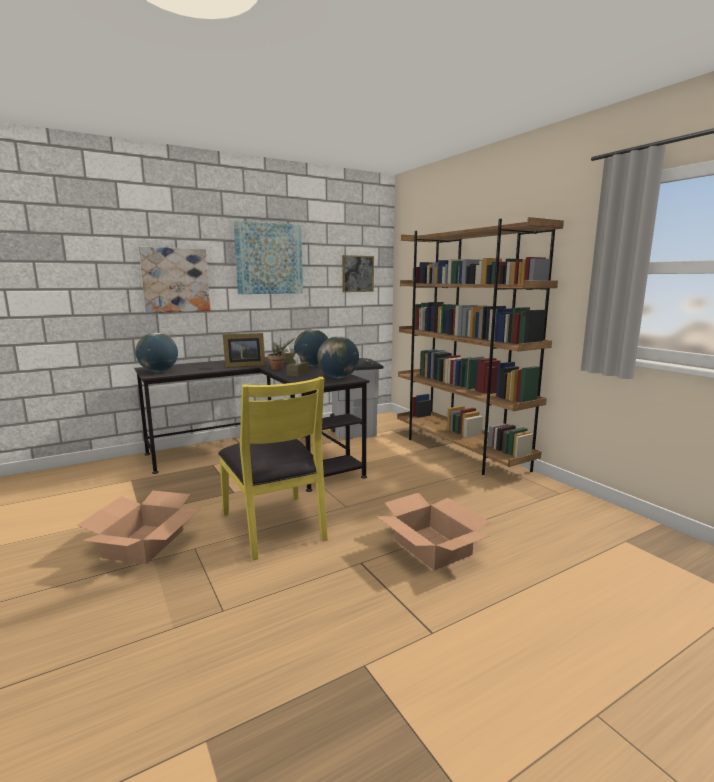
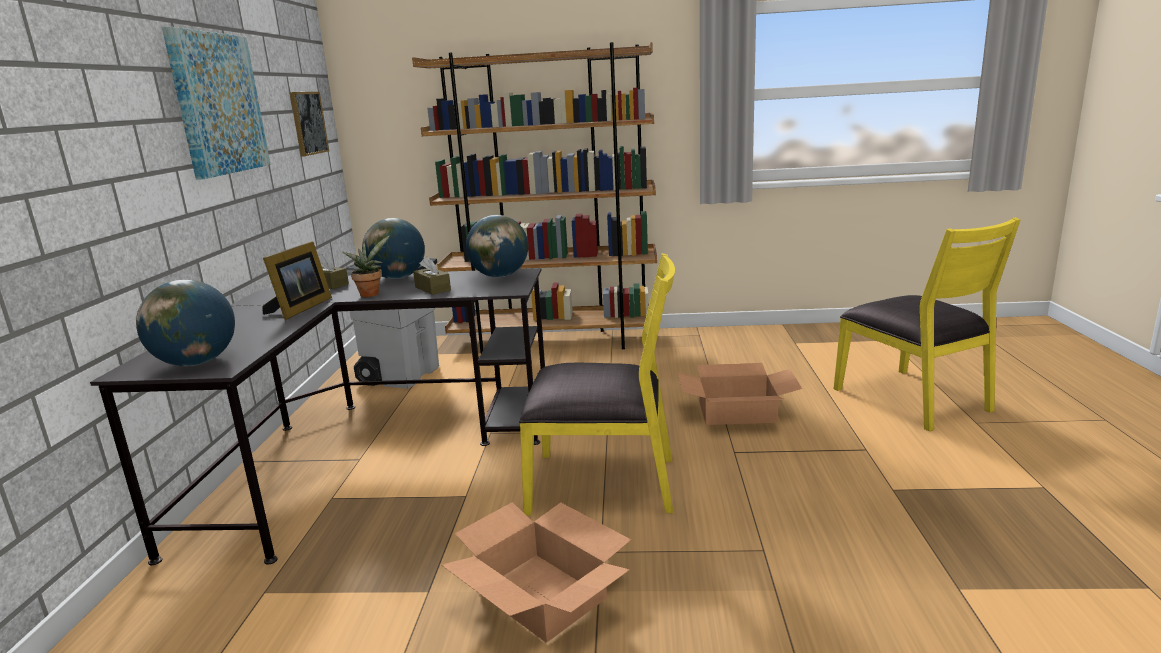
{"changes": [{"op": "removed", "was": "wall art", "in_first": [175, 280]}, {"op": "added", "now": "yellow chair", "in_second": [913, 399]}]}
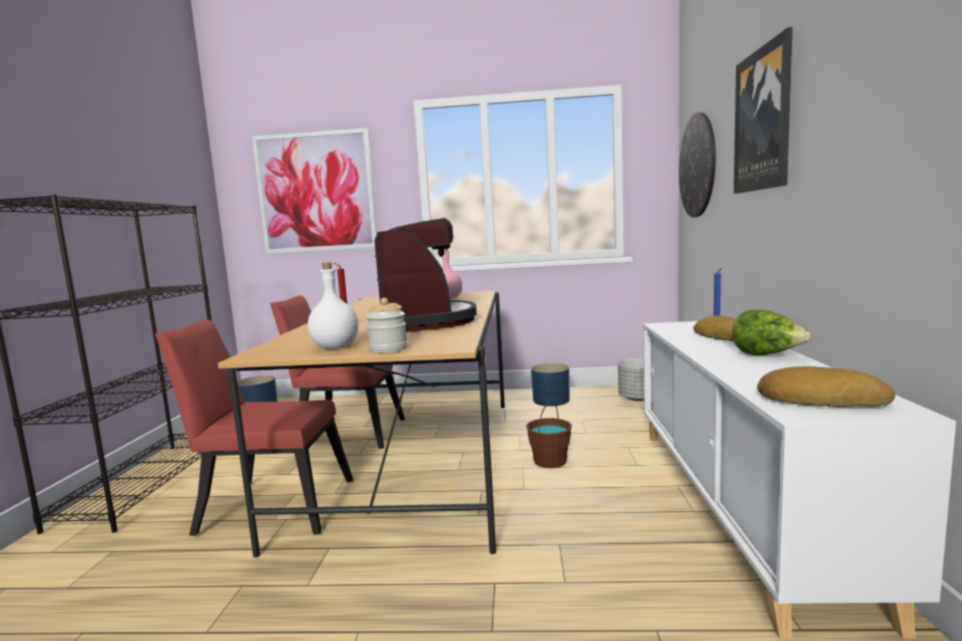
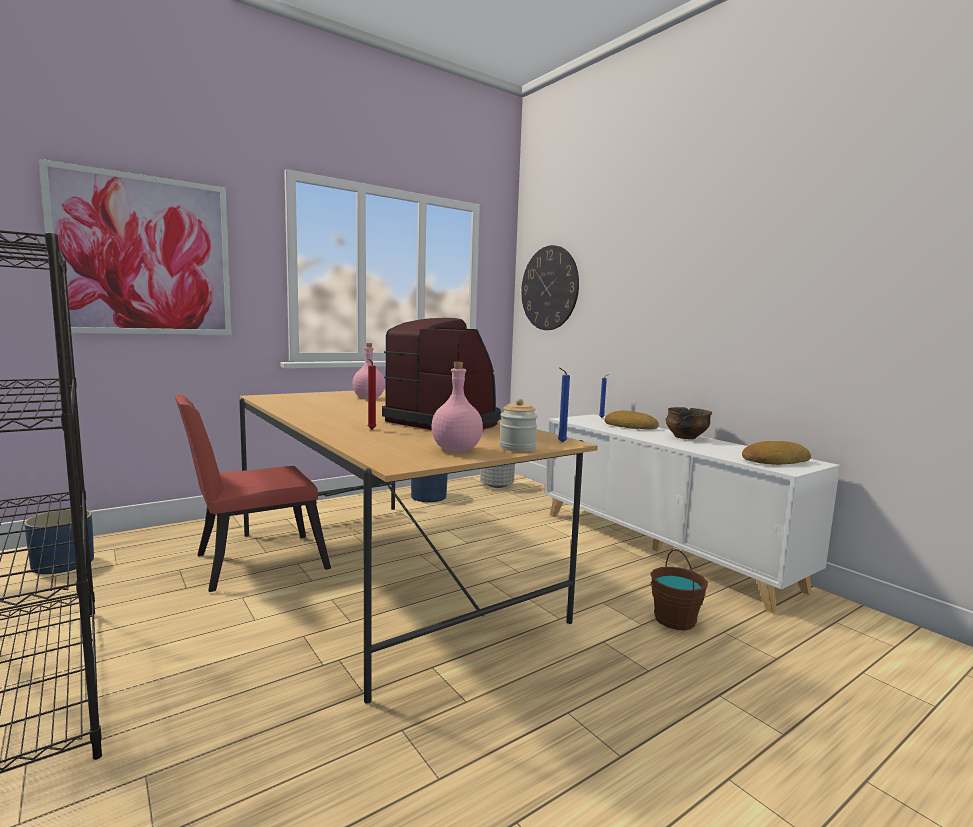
{"changes": [{"op": "removed", "was": "red chair", "in_first": [269, 505]}, {"op": "recoloured", "was": "whitish drink bottle", "now": "pinkish drink bottle", "in_first": [335, 347], "in_second": [455, 450]}, {"op": "moved", "was": "brownish pail", "in_first": [550, 461], "in_second": [675, 620]}, {"op": "replaced", "was": "lettuce", "now": "deep dish", "in_first": [766, 355], "in_second": [685, 437]}, {"op": "removed", "was": "wall art", "in_first": [763, 120]}, {"op": "added", "now": "blue wax light", "in_second": [560, 442]}]}
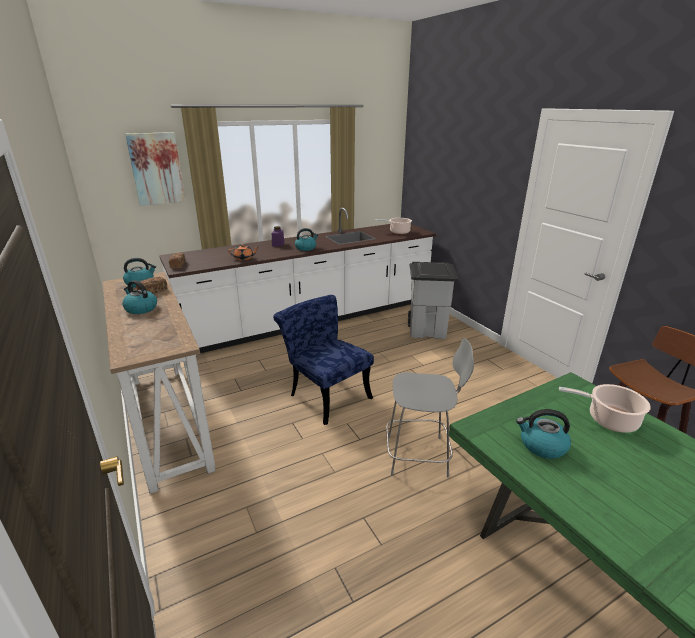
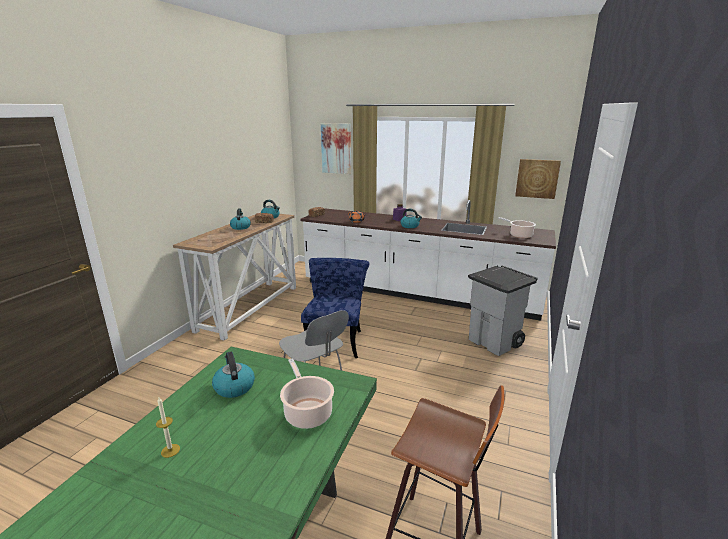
{"changes": [{"op": "added", "now": "wax light", "in_second": [170, 450]}, {"op": "added", "now": "wall art", "in_second": [537, 178]}]}
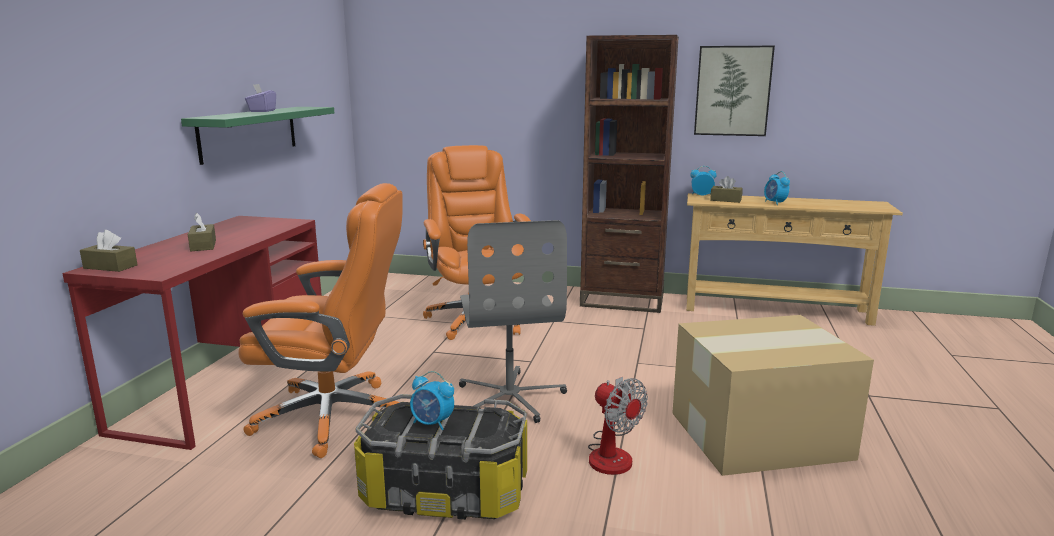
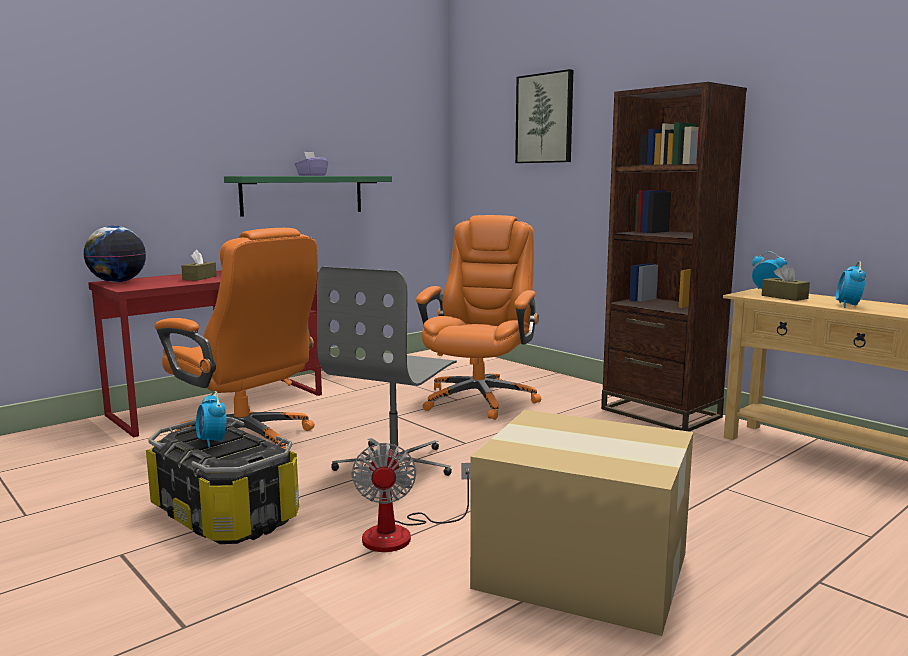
{"changes": [{"op": "replaced", "was": "brownish box of tissues", "now": "world globe", "in_first": [110, 267], "in_second": [117, 282]}, {"op": "moved", "was": "wall art", "in_first": [732, 91], "in_second": [545, 118]}]}
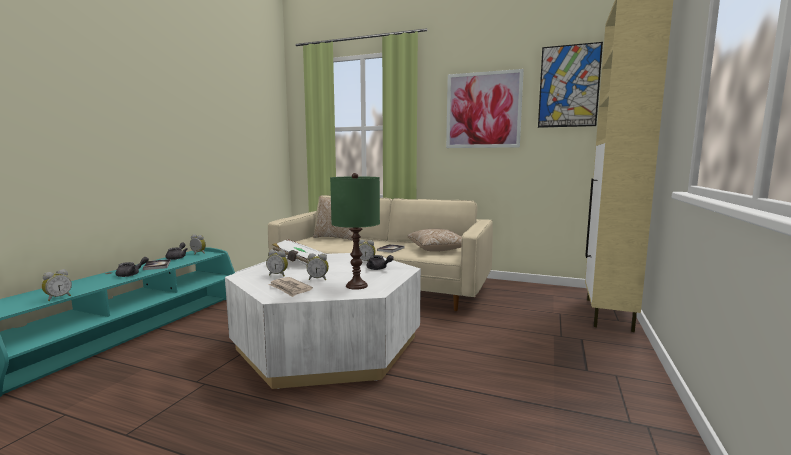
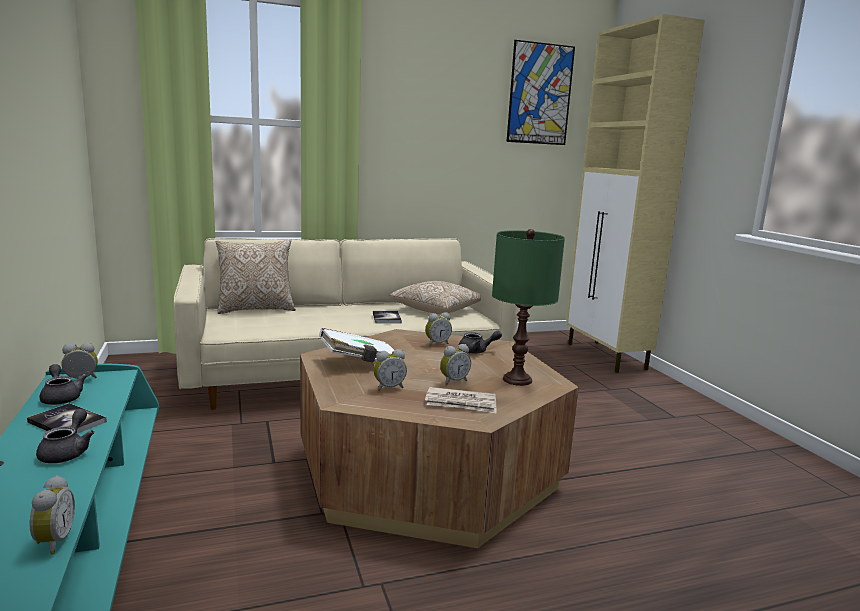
{"changes": [{"op": "recoloured", "was": "whitish coffee table", "now": "brownish coffee table", "in_first": [328, 344], "in_second": [428, 470]}, {"op": "removed", "was": "wall art", "in_first": [483, 110]}]}
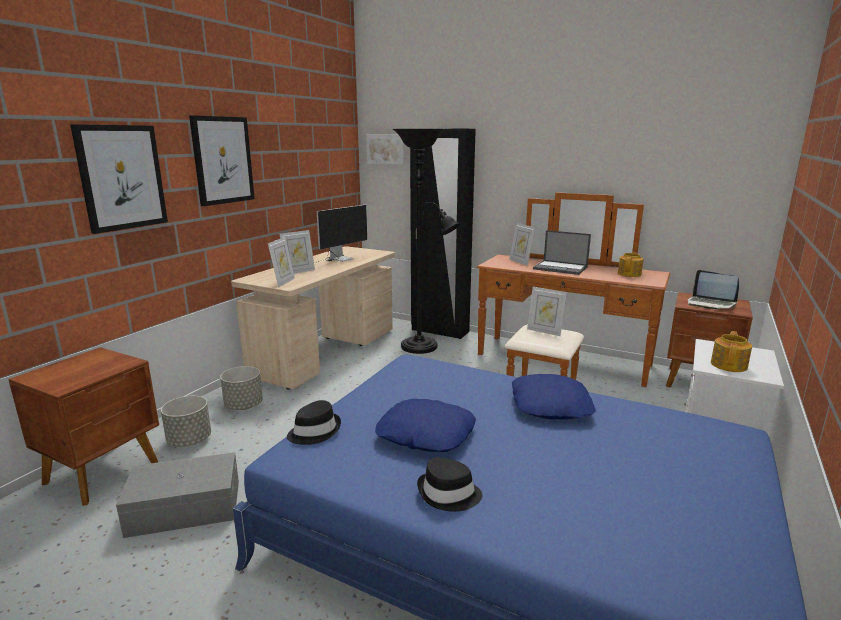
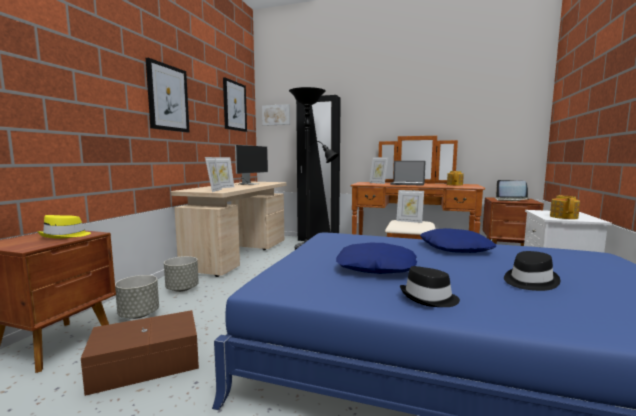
{"changes": [{"op": "moved", "was": "wall art", "in_first": [121, 177], "in_second": [234, 106]}, {"op": "recoloured", "was": "greyish storage bin", "now": "brownish storage bin", "in_first": [184, 507], "in_second": [145, 363]}, {"op": "moved", "was": "black hat", "in_first": [314, 431], "in_second": [529, 281]}, {"op": "added", "now": "yellow hat", "in_second": [65, 236]}]}
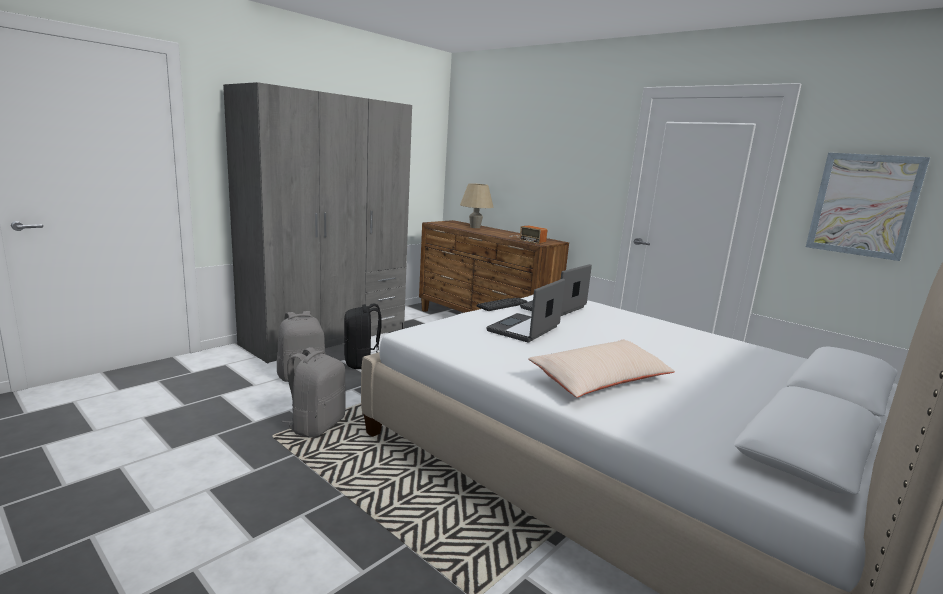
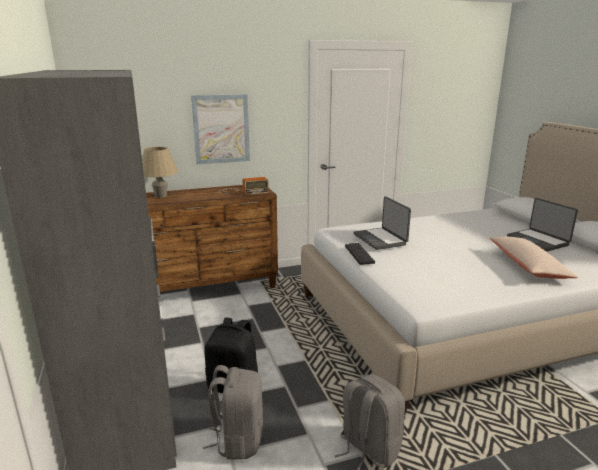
{"changes": [{"op": "moved", "was": "laptop", "in_first": [524, 329], "in_second": [538, 240]}, {"op": "moved", "was": "wall art", "in_first": [863, 205], "in_second": [221, 129]}]}
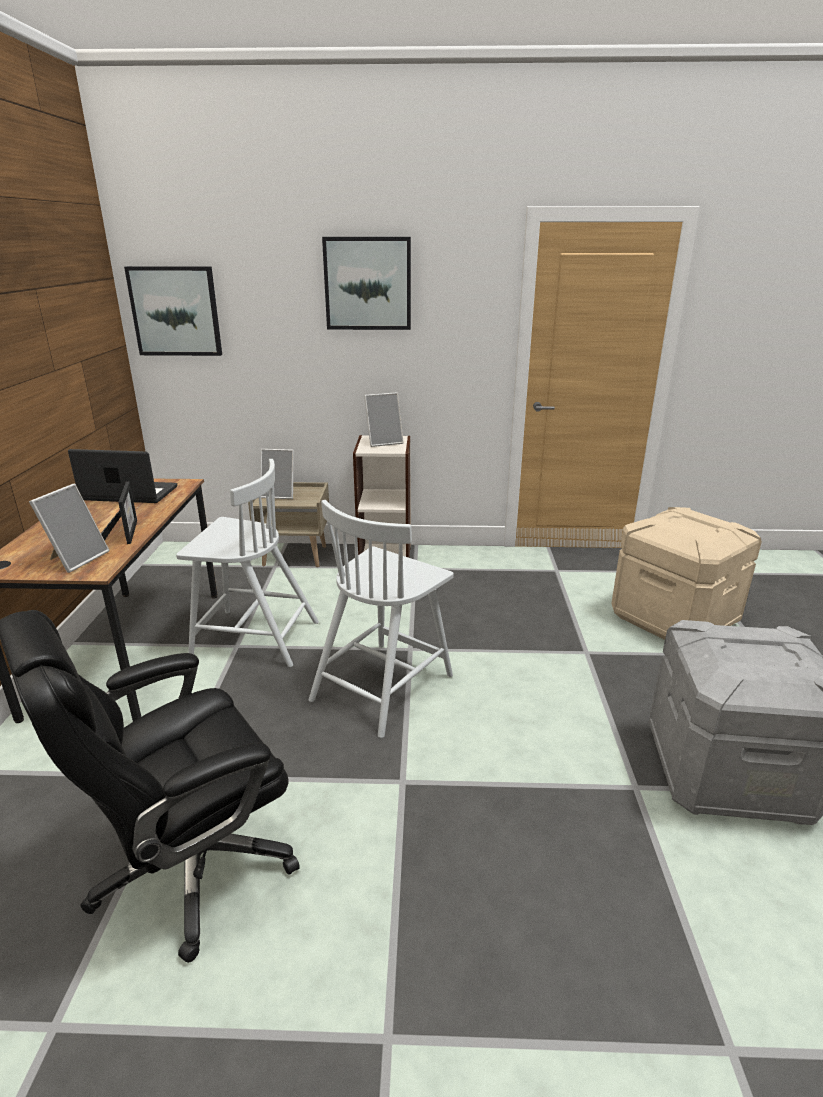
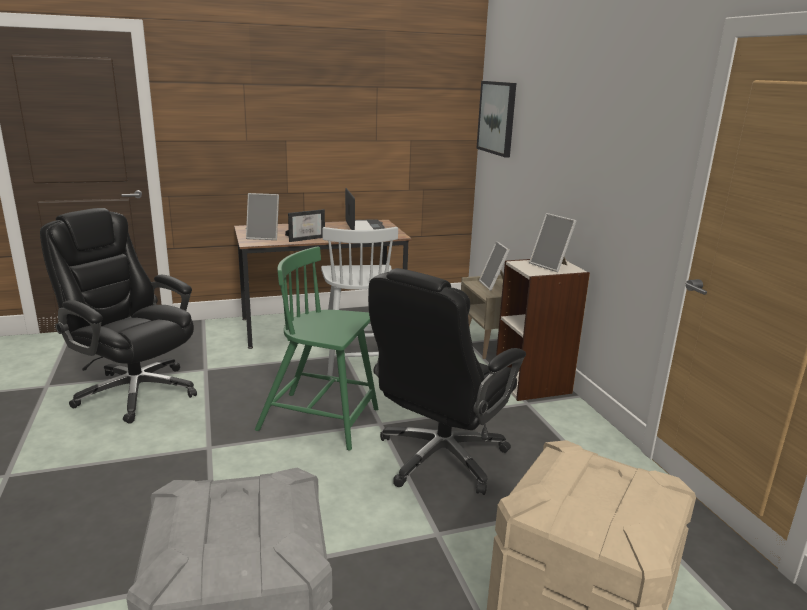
{"changes": [{"op": "recoloured", "was": "whitish chair", "now": "greenish chair", "in_first": [383, 685], "in_second": [321, 420]}, {"op": "removed", "was": "wall art", "in_first": [368, 284]}, {"op": "added", "now": "black computer chair", "in_second": [440, 458]}]}
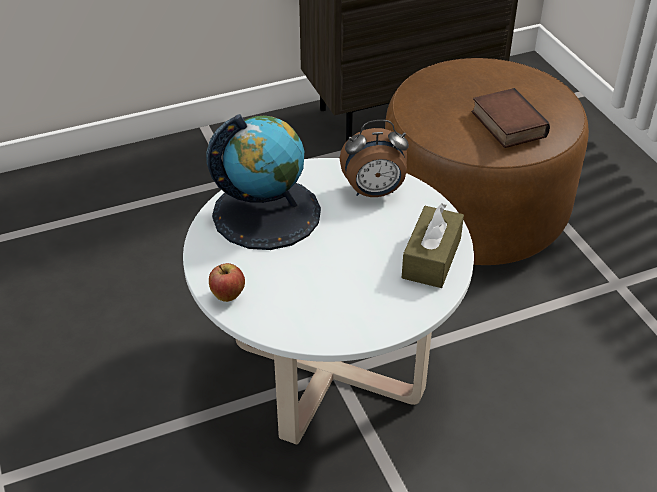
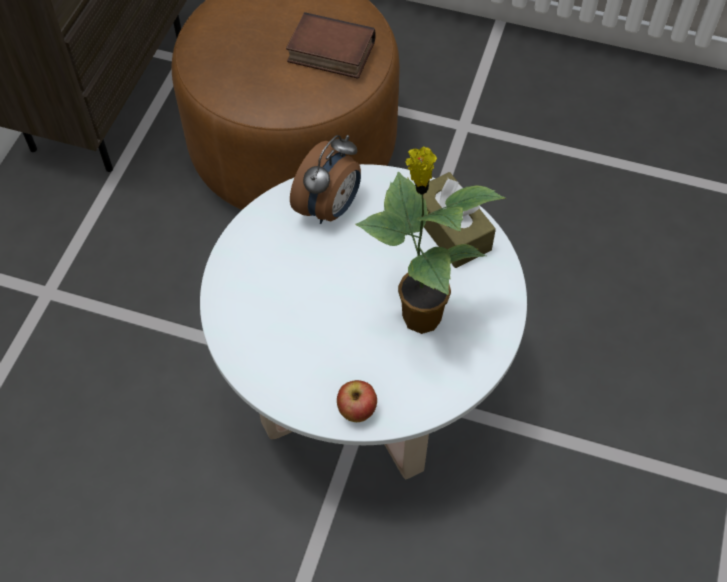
{"changes": [{"op": "removed", "was": "world globe", "in_first": [266, 213]}, {"op": "added", "now": "potted plant", "in_second": [419, 315]}]}
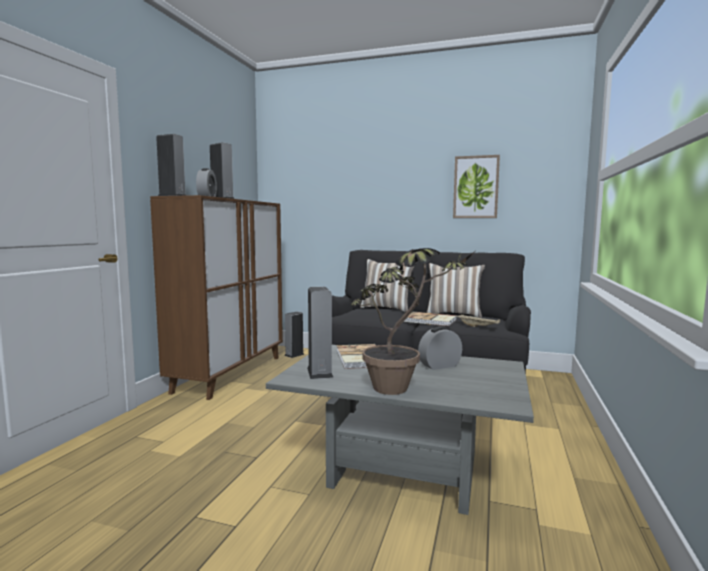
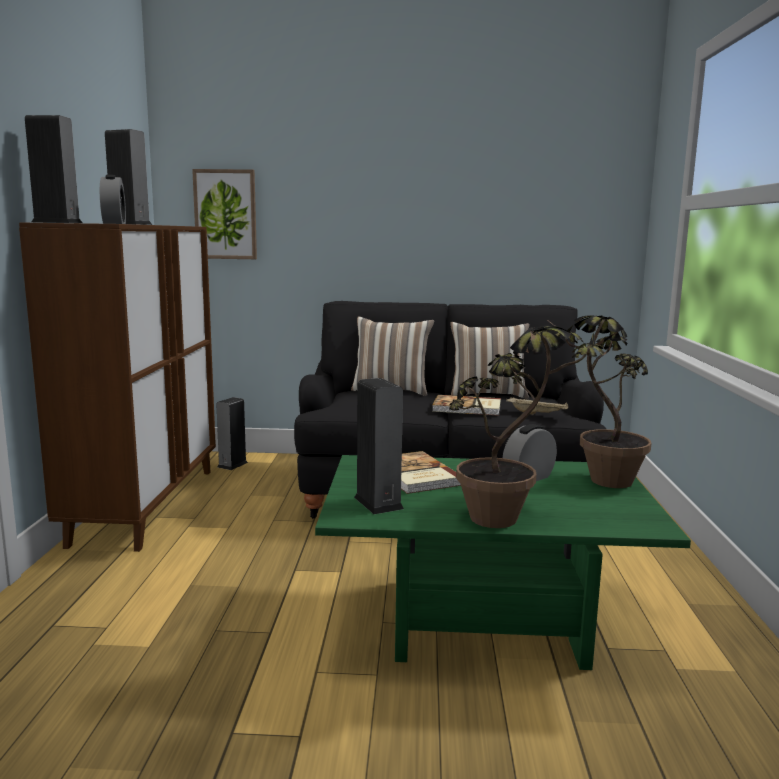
{"changes": [{"op": "recoloured", "was": "greyish coffee table", "now": "greenish coffee table", "in_first": [402, 471], "in_second": [483, 624]}, {"op": "moved", "was": "wall art", "in_first": [476, 187], "in_second": [225, 214]}, {"op": "added", "now": "potted plant", "in_second": [599, 483]}]}
